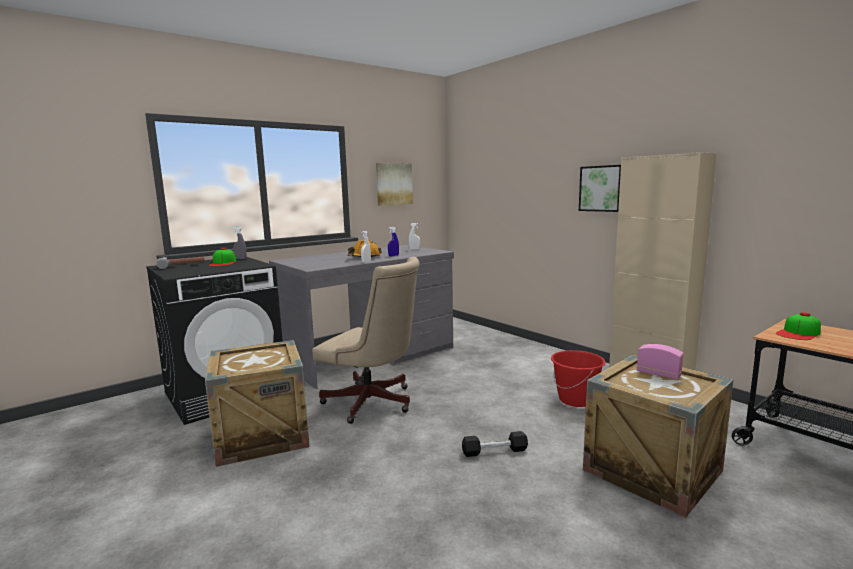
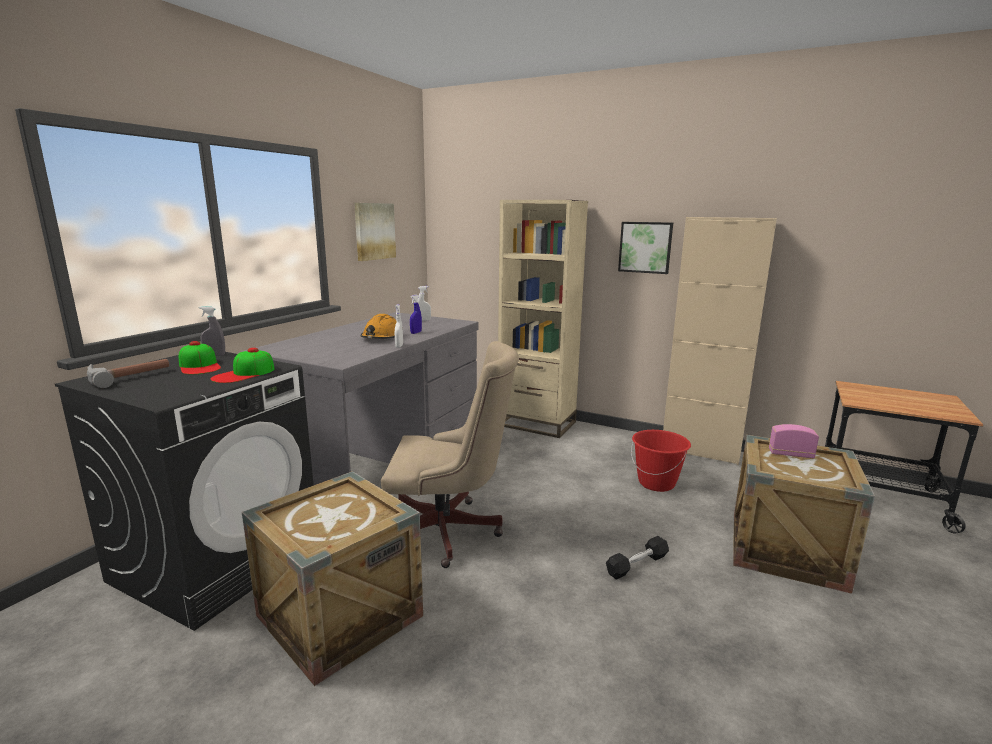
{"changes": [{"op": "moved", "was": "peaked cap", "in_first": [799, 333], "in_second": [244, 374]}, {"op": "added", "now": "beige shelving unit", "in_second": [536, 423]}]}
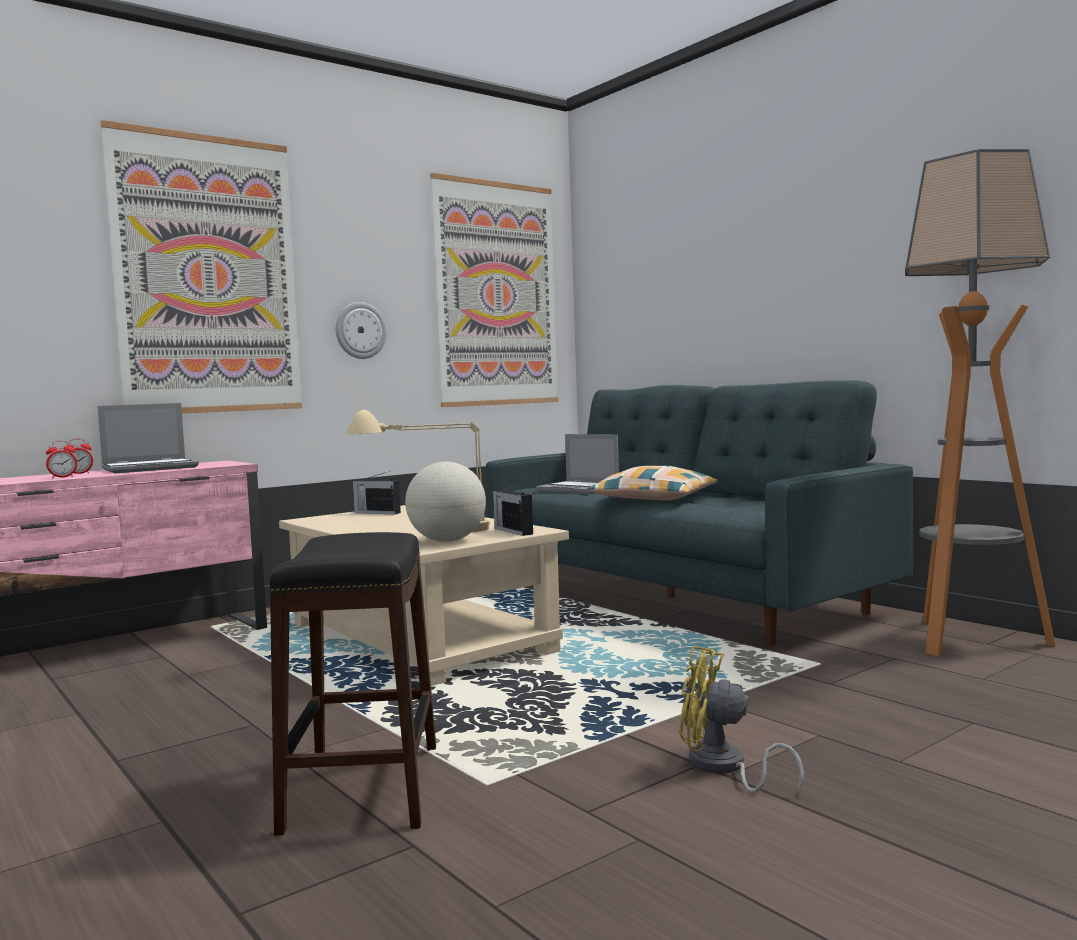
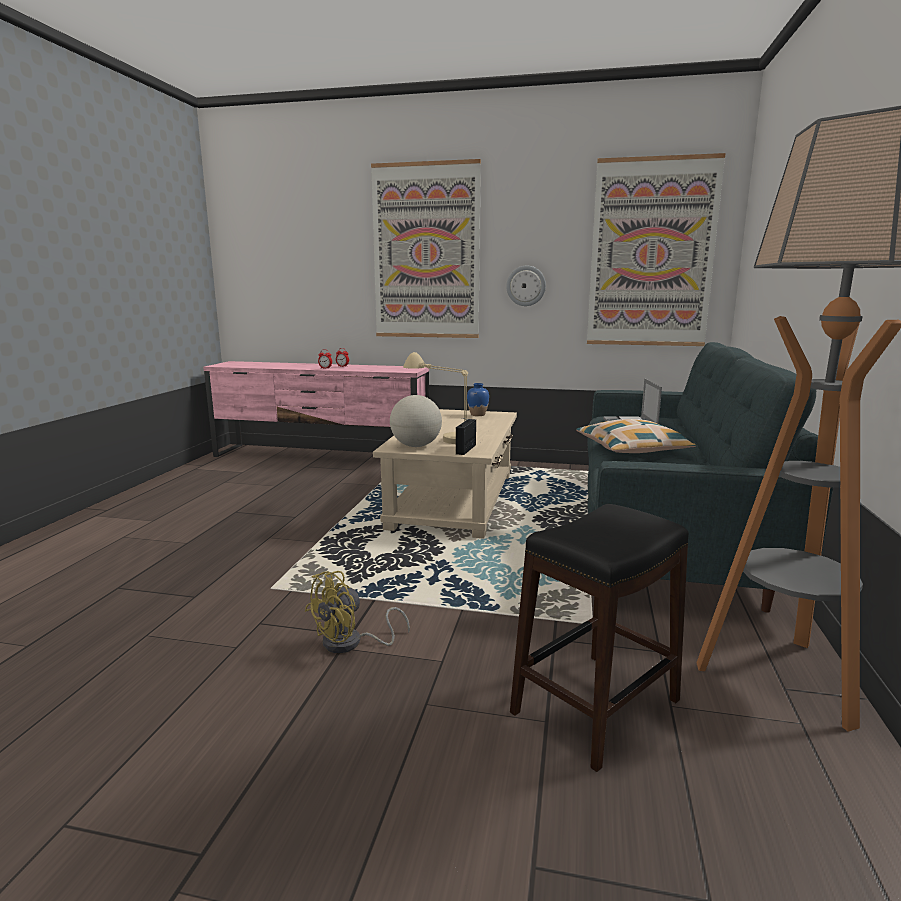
{"changes": [{"op": "removed", "was": "laptop", "in_first": [151, 468]}, {"op": "moved", "was": "black stool", "in_first": [362, 788], "in_second": [594, 706]}, {"op": "replaced", "was": "radio set", "now": "blue decorative vase", "in_first": [376, 513], "in_second": [478, 415]}, {"op": "turned", "was": "yellow fan", "in_first": [723, 768], "in_second": [351, 643], "clockwise": -120}]}
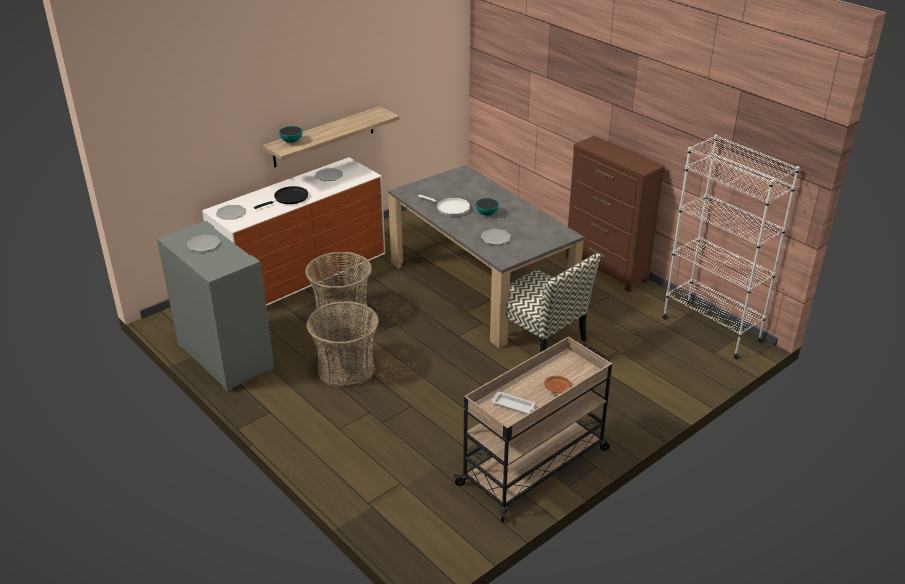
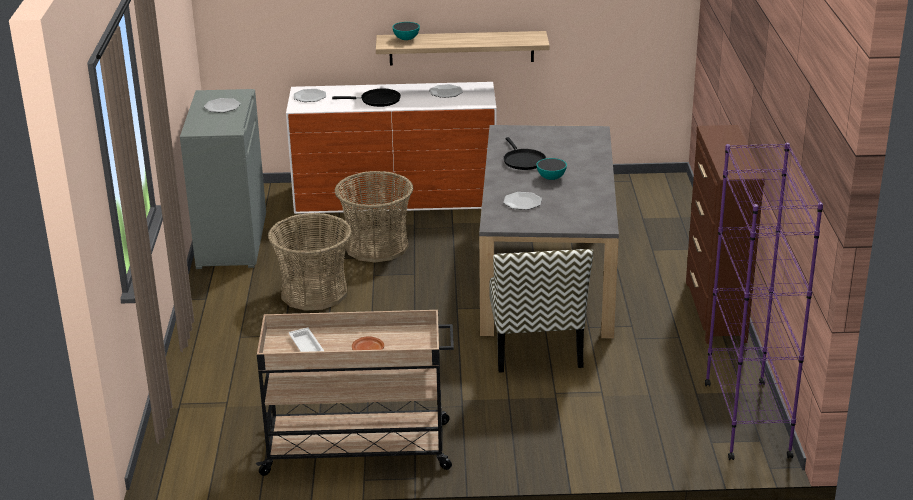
{"changes": [{"op": "recoloured", "was": "whitish pan", "now": "black pan", "in_first": [450, 208], "in_second": [523, 161]}, {"op": "recoloured", "was": "whitish shelving unit", "now": "purple shelving unit", "in_first": [711, 329], "in_second": [747, 419]}]}
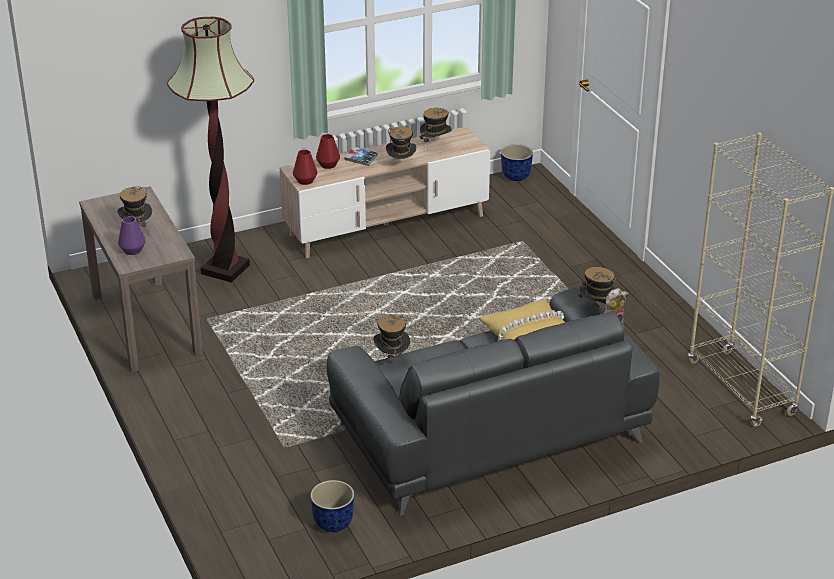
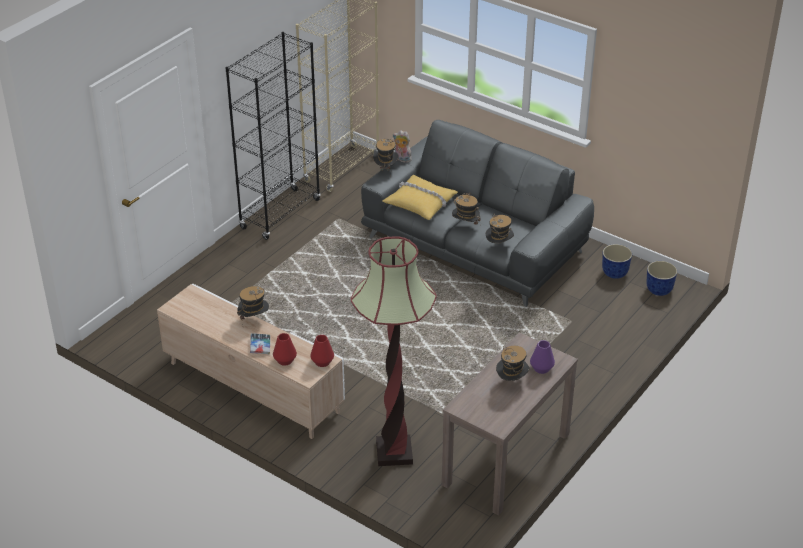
{"changes": [{"op": "moved", "was": "hat", "in_first": [435, 145], "in_second": [465, 226]}, {"op": "moved", "was": "flower pot", "in_first": [515, 176], "in_second": [658, 290]}, {"op": "added", "now": "black shelving unit", "in_second": [280, 214]}]}
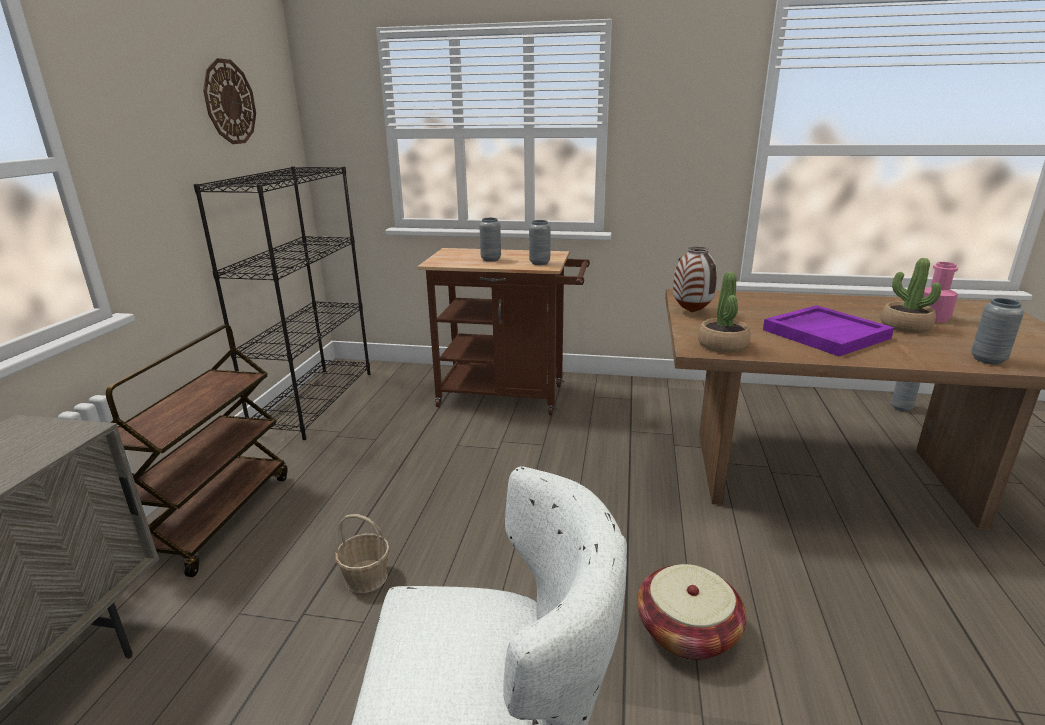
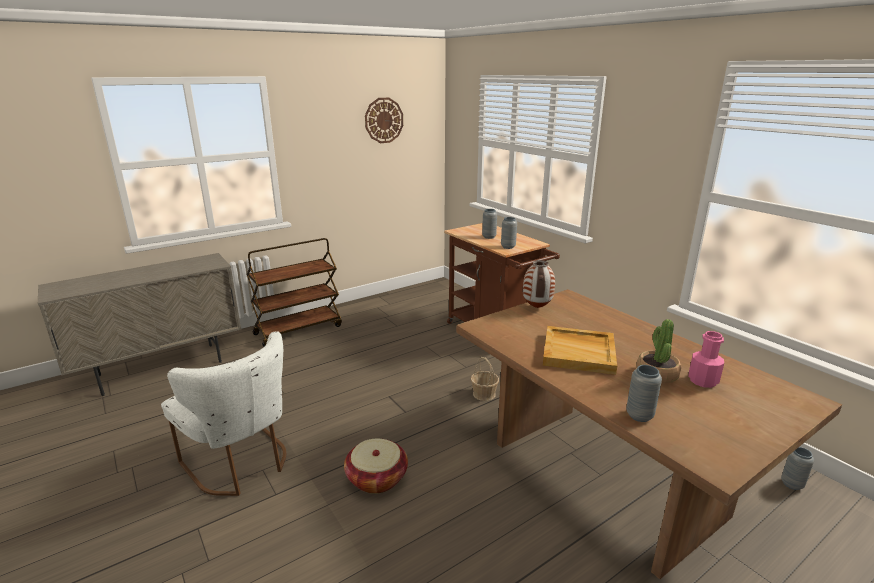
{"changes": [{"op": "removed", "was": "black shelving unit", "in_first": [315, 401]}, {"op": "moved", "was": "household basket", "in_first": [366, 577], "in_second": [484, 394]}, {"op": "removed", "was": "potted plant", "in_first": [722, 345]}, {"op": "recoloured", "was": "purple tray", "now": "beige tray", "in_first": [825, 333], "in_second": [579, 352]}]}
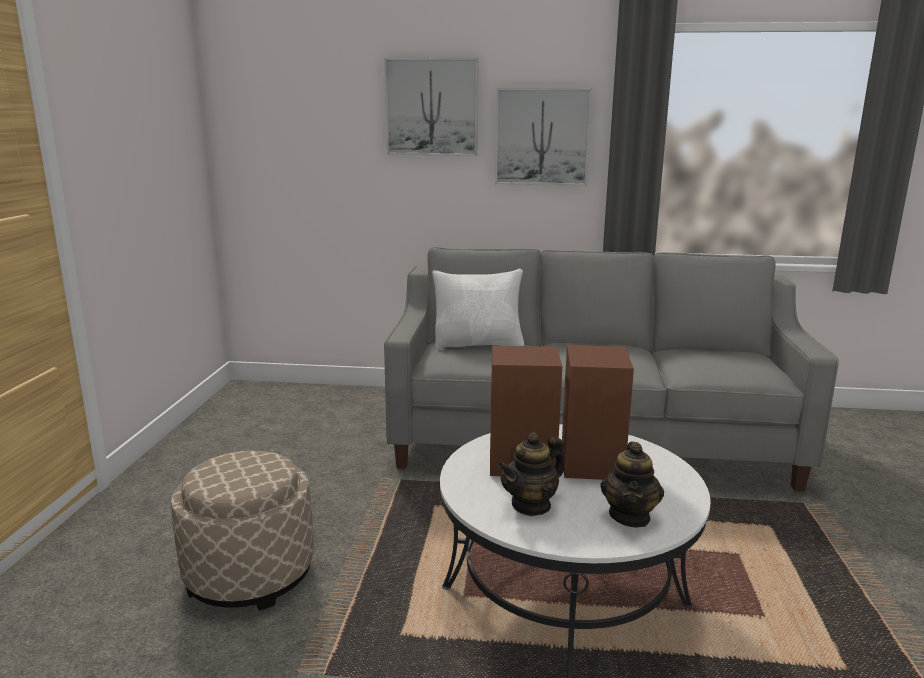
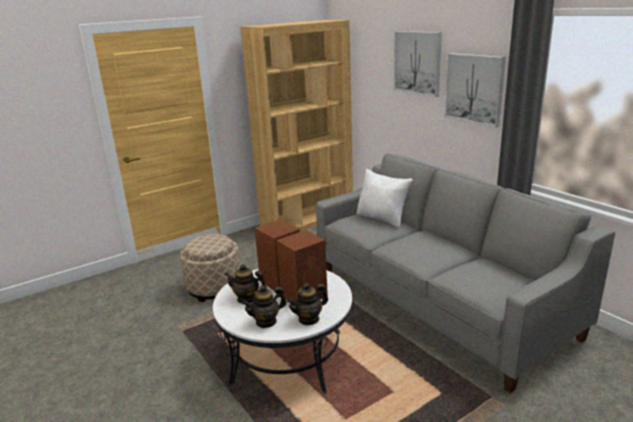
{"changes": [{"op": "added", "now": "brownish shelving unit", "in_second": [307, 220]}, {"op": "added", "now": "tea pot", "in_second": [309, 319]}]}
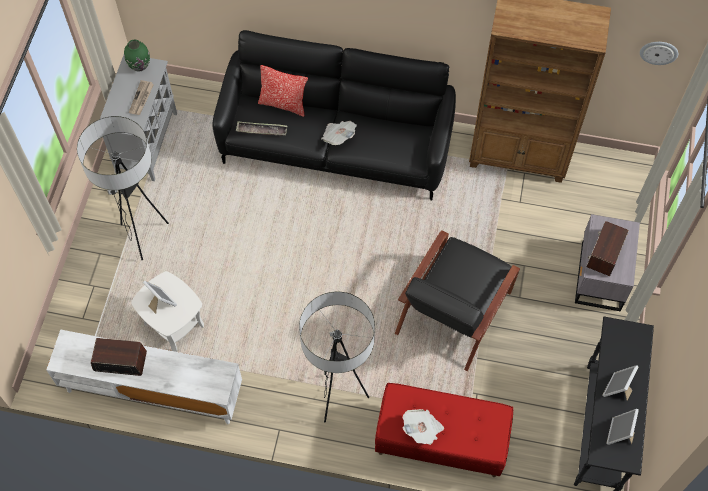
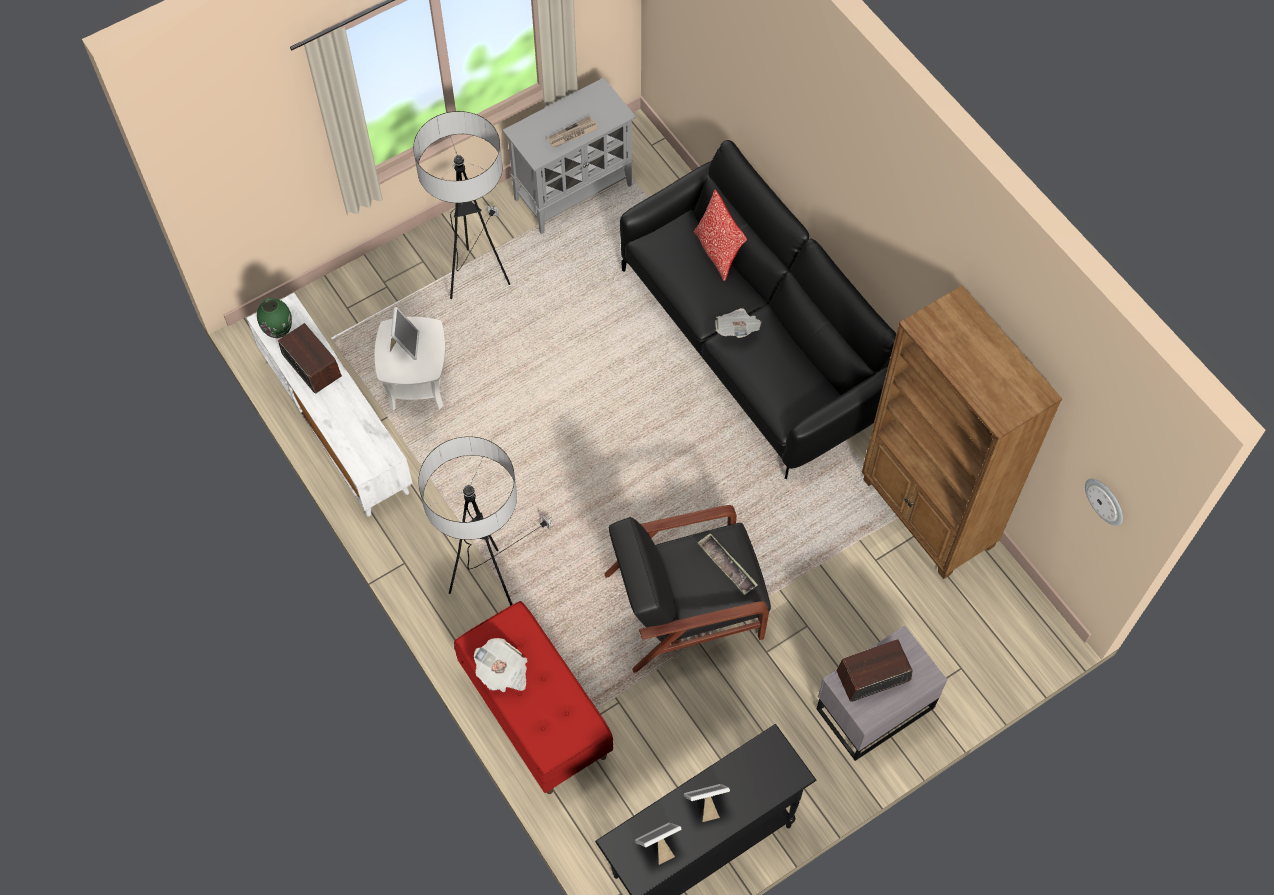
{"changes": [{"op": "moved", "was": "greenish decorative vase", "in_first": [139, 65], "in_second": [279, 329]}, {"op": "moved", "was": "tray", "in_first": [261, 130], "in_second": [727, 566]}]}
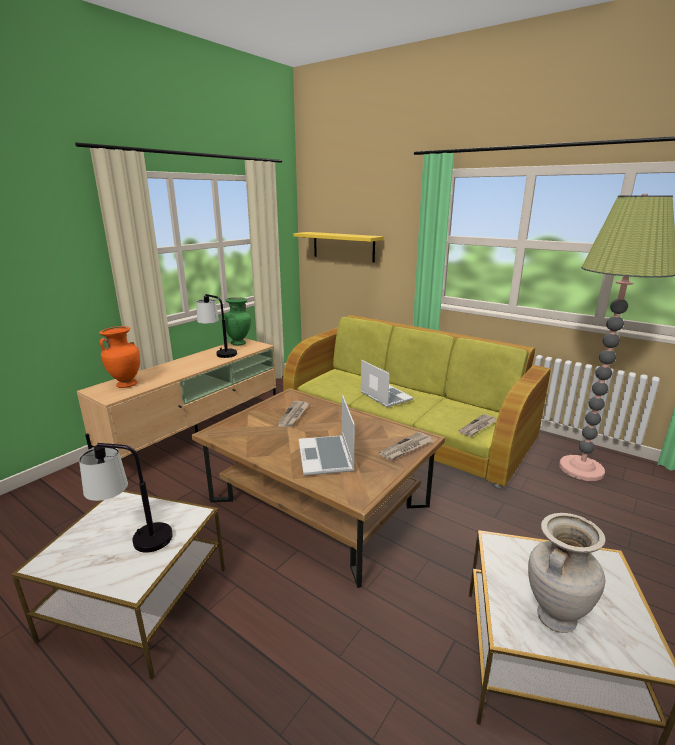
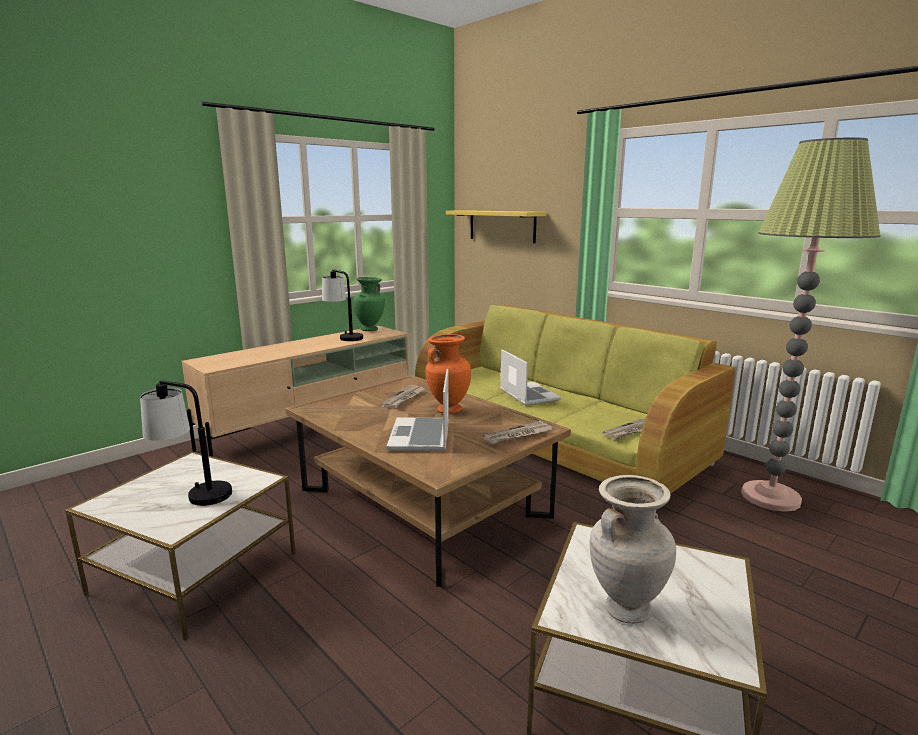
{"changes": [{"op": "moved", "was": "orange decorative vase", "in_first": [126, 384], "in_second": [448, 410]}]}
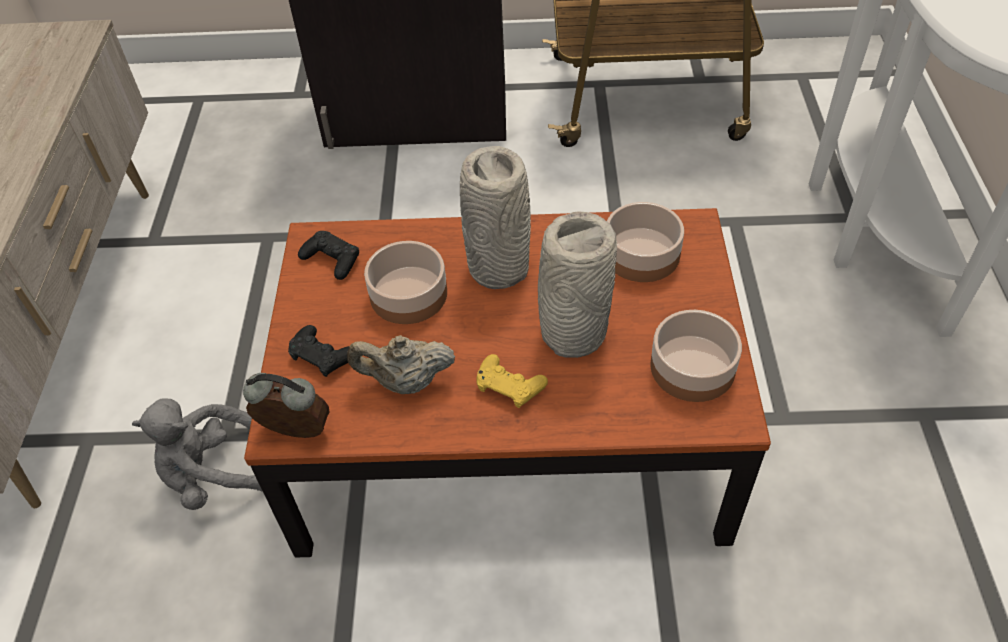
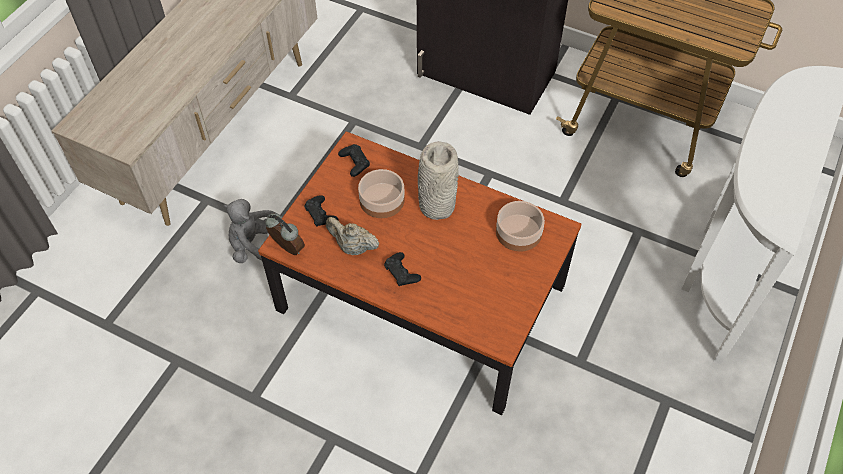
{"changes": [{"op": "recoloured", "was": "yellow joypad", "now": "black joypad", "in_first": [509, 386], "in_second": [401, 273]}, {"op": "removed", "was": "greyish decorative vase", "in_first": [571, 334]}, {"op": "removed", "was": "deep dish", "in_first": [693, 367]}]}
